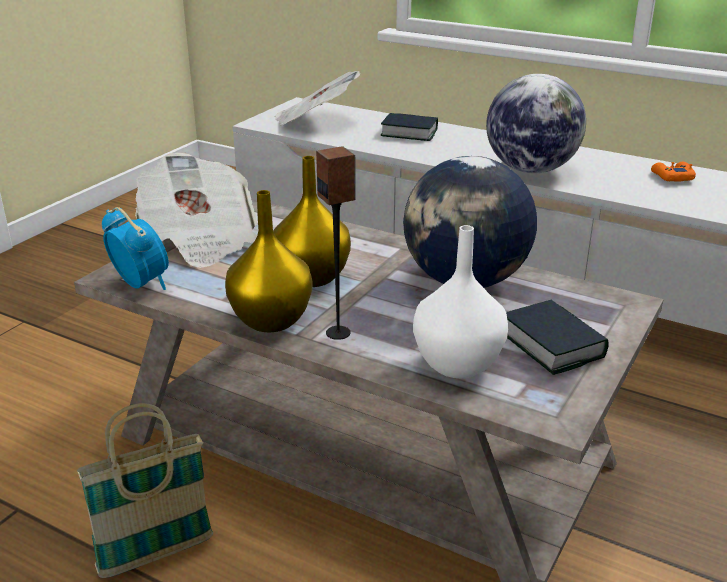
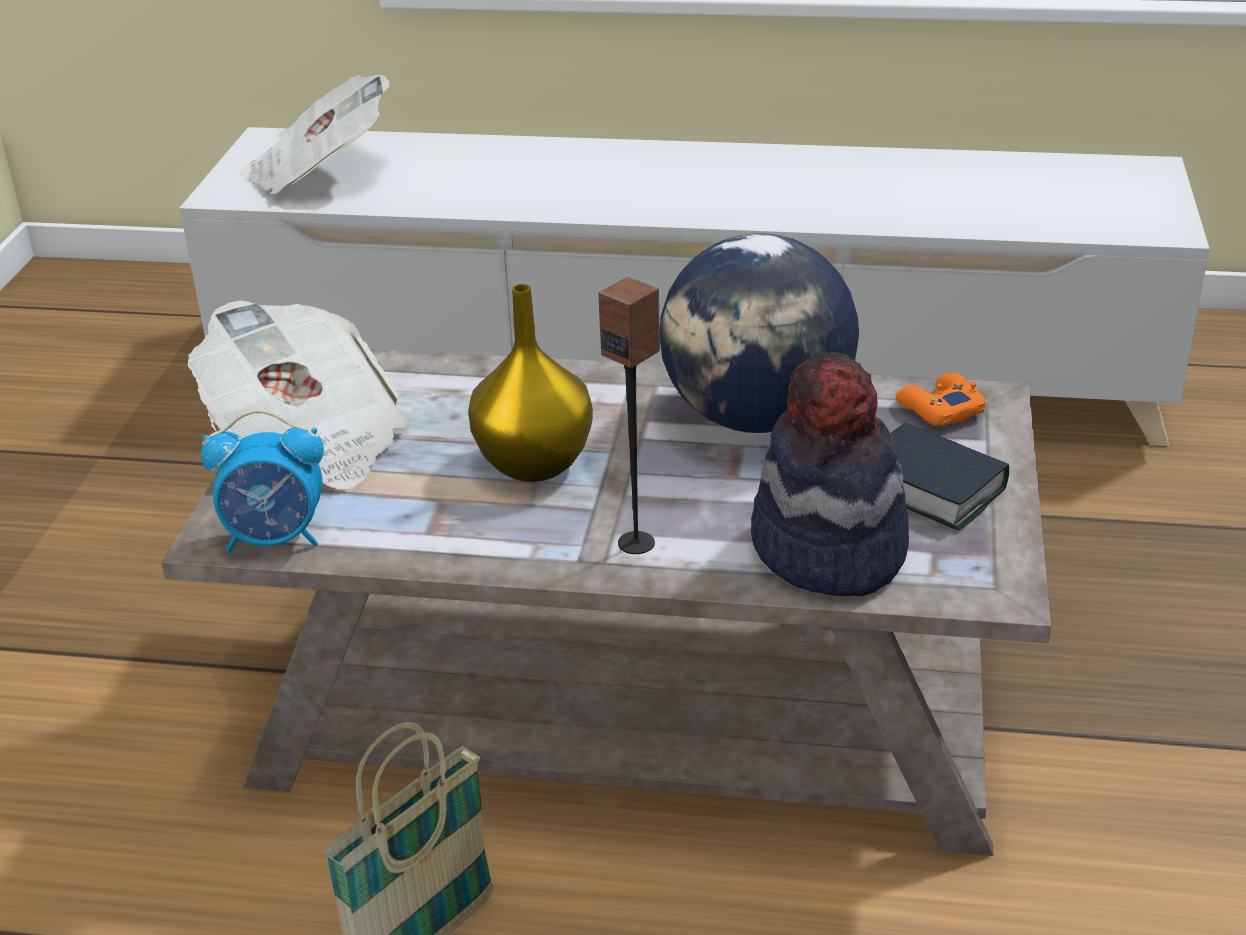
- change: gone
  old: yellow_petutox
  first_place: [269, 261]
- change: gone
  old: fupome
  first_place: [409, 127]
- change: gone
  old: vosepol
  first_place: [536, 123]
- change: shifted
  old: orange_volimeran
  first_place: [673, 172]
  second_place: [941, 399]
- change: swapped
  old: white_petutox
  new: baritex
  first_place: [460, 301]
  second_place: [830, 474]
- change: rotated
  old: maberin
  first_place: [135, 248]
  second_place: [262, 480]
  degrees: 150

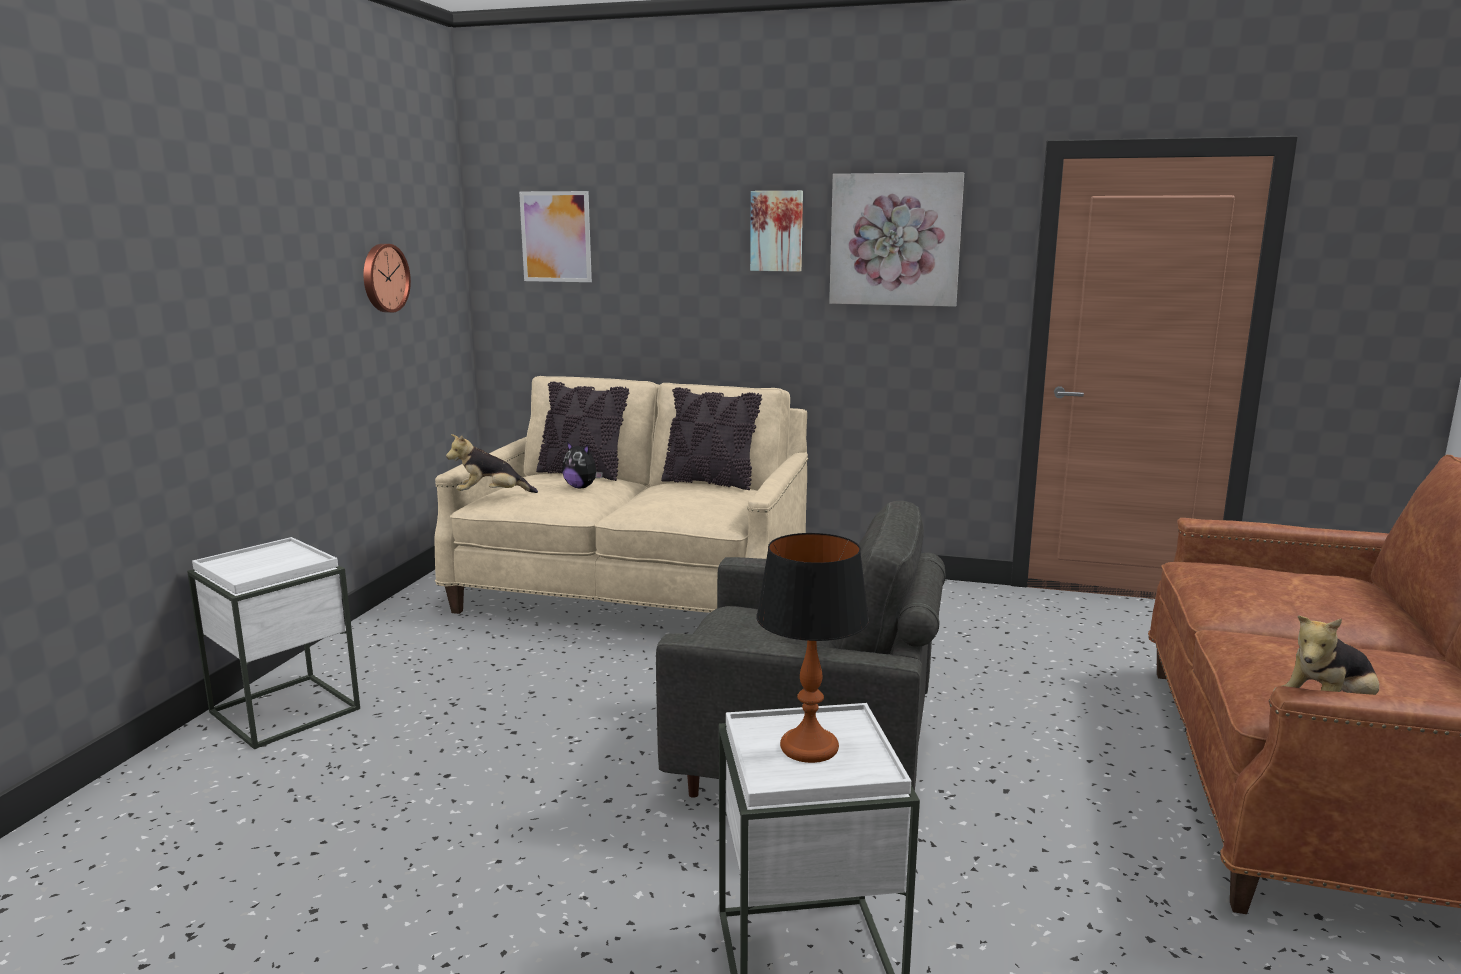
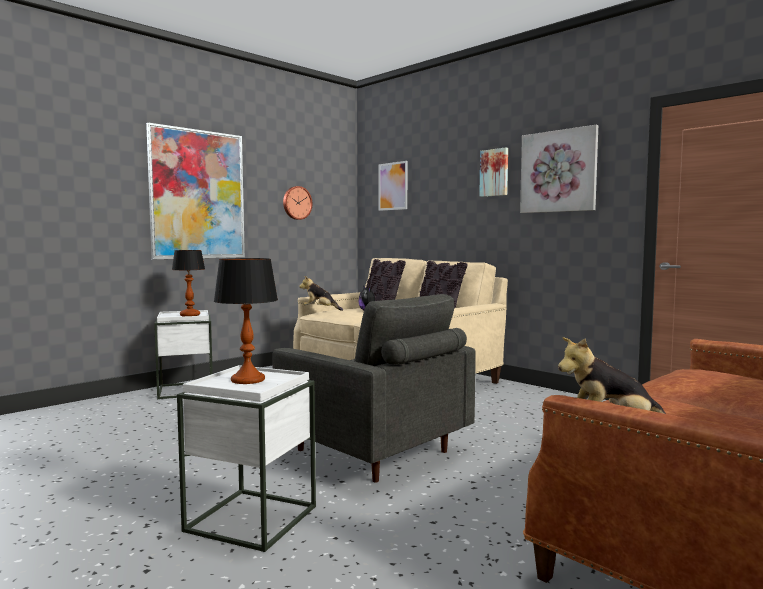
- change: new
  new: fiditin
  second_place: [195, 191]
- change: new
  new: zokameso
  second_place: [188, 283]

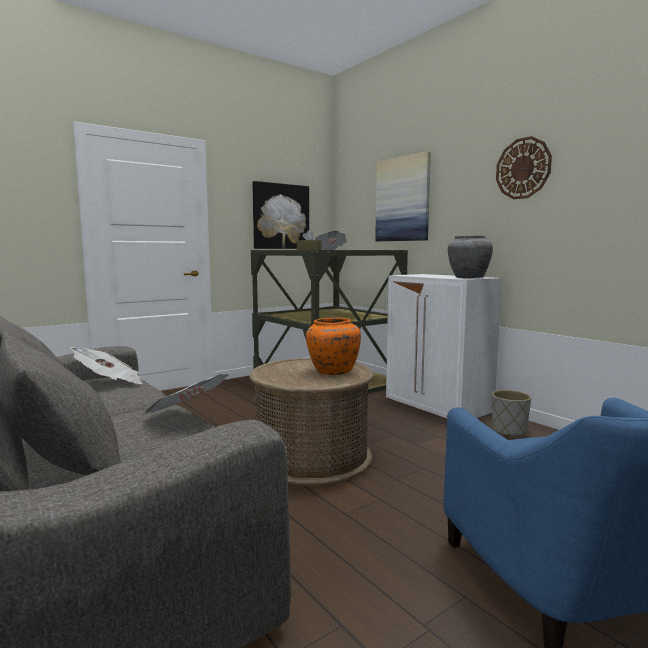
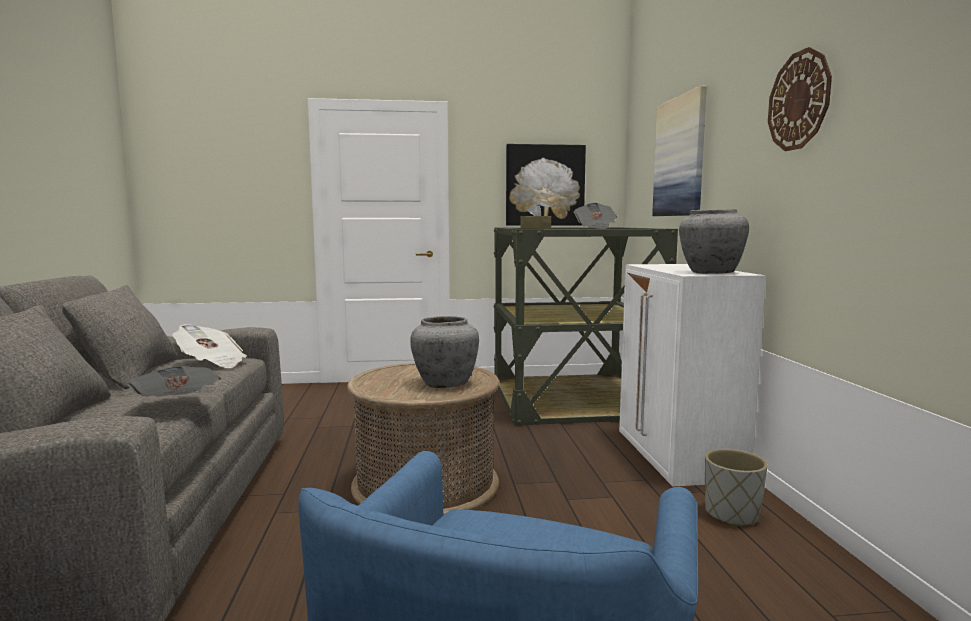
- change: repainted
  old: orange_petutox
  new: grey_petutox
  first_place: [333, 346]
  second_place: [444, 352]

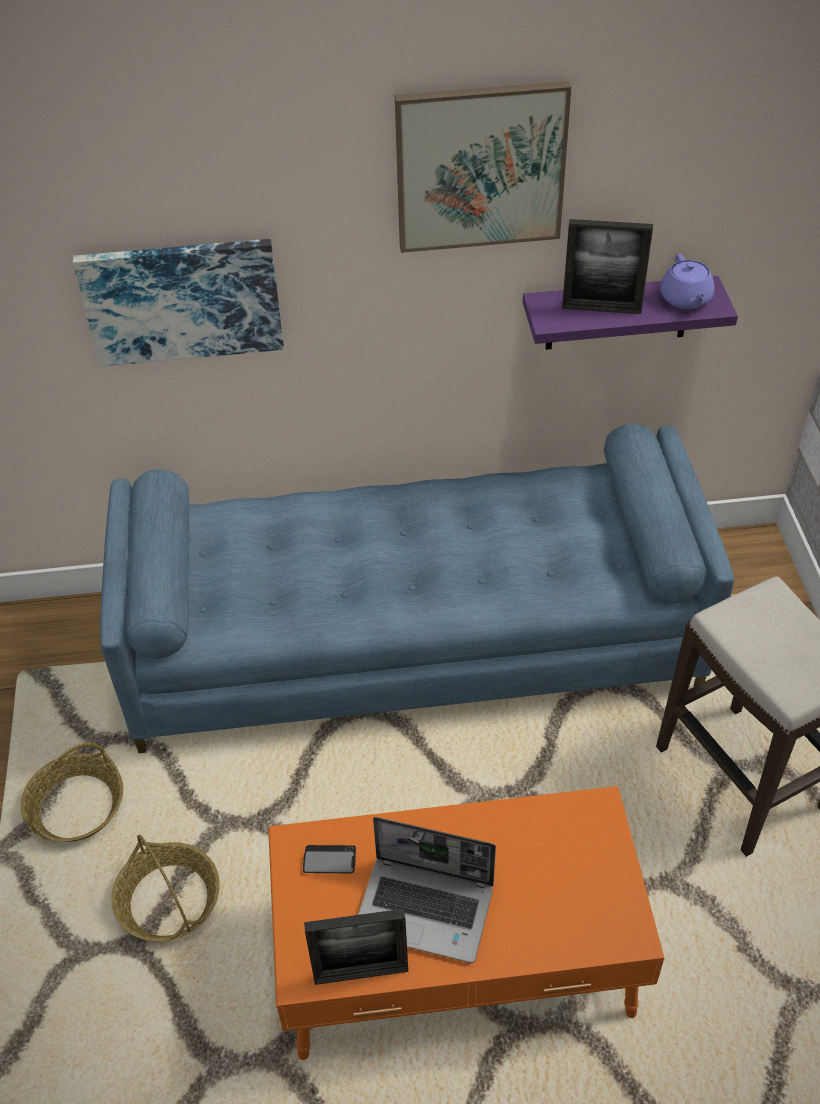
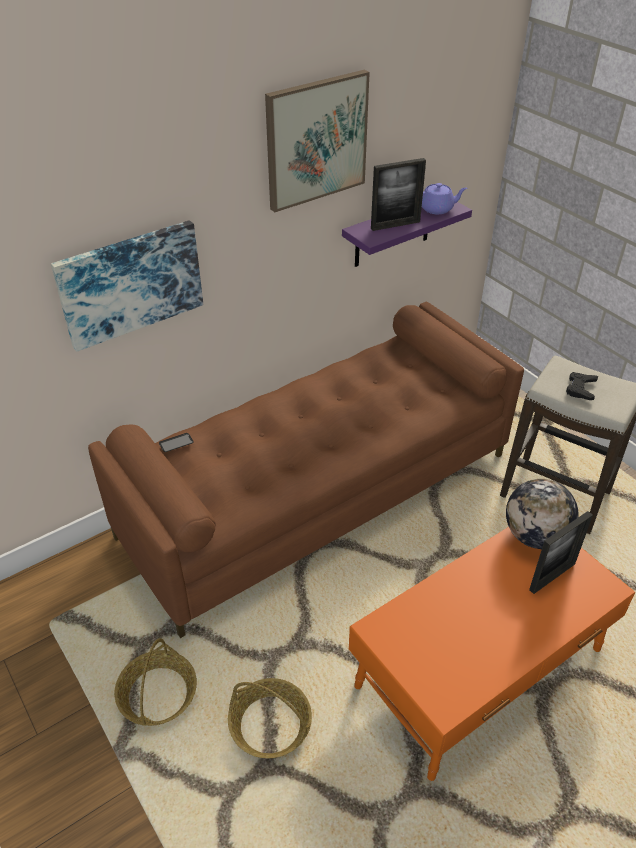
- change: gone
  old: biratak
  first_place: [427, 890]
- change: new
  new: vosepol
  second_place: [542, 514]
- change: new
  new: black_volimeran
  second_place: [582, 386]
- change: shifted
  old: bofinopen
  first_place: [329, 859]
  second_place: [176, 442]
- change: shifted
  old: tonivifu
  first_place: [356, 947]
  second_place: [561, 552]
- change: repainted
  old: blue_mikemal
  new: brown_mikemal
  first_place: [417, 588]
  second_place: [306, 469]
- change: rotated
  old: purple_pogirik
  first_place: [687, 281]
  second_place: [444, 198]
  degrees: -60

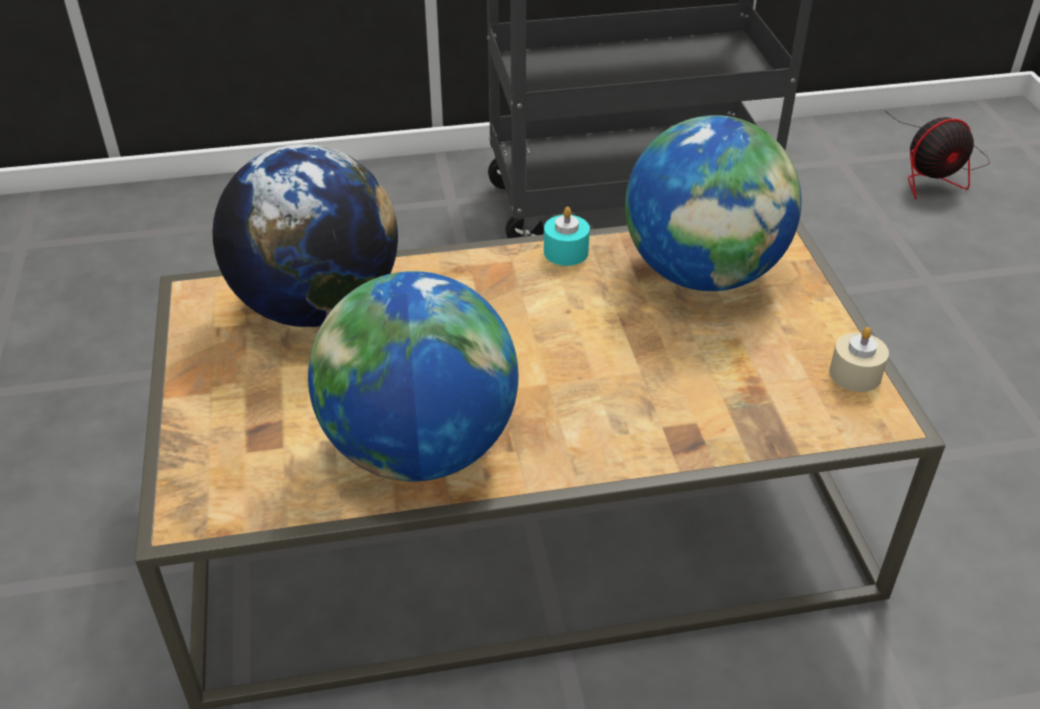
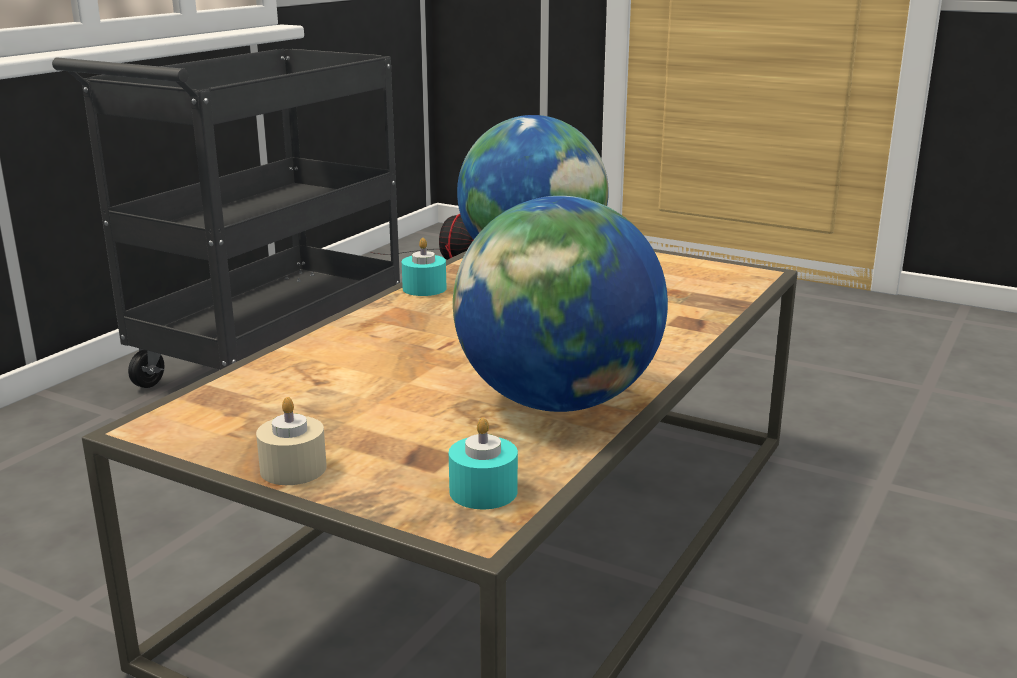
- change: gone
  old: vosepol
  first_place: [305, 235]
- change: new
  new: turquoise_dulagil
  second_place: [483, 463]
- change: shifted
  old: beige_dulagil
  first_place: [859, 359]
  second_place: [291, 441]

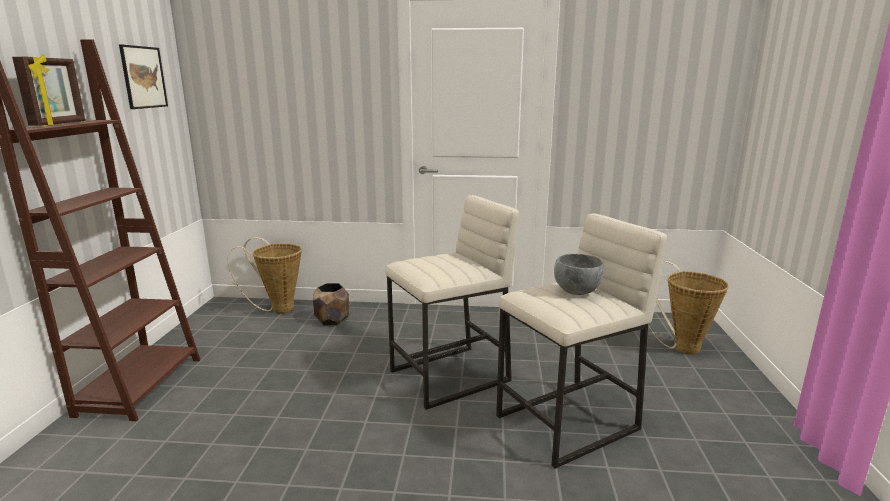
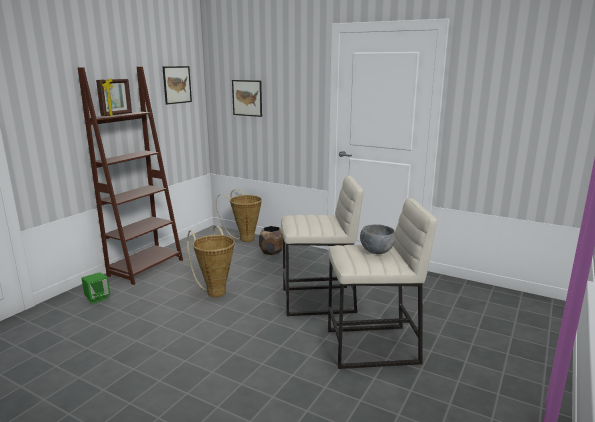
- change: new
  new: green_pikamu
  second_place: [95, 288]
- change: new
  new: fiditin
  second_place: [247, 98]
- change: shifted
  old: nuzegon
  first_place: [688, 308]
  second_place: [211, 261]

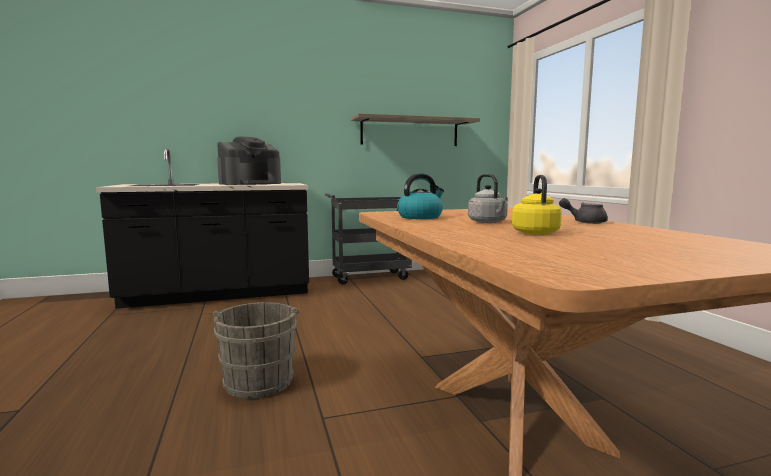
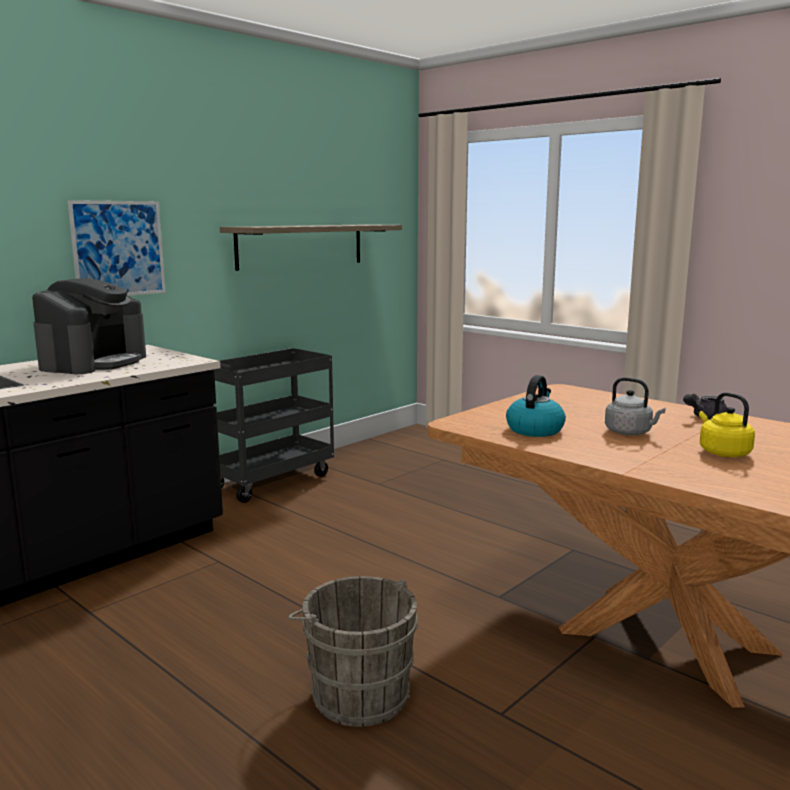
- change: new
  new: fiditin
  second_place: [117, 248]

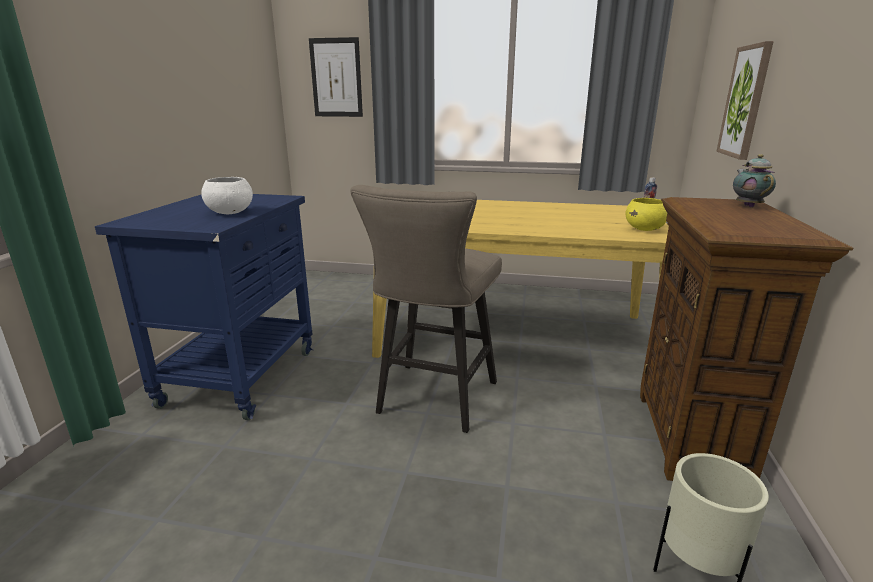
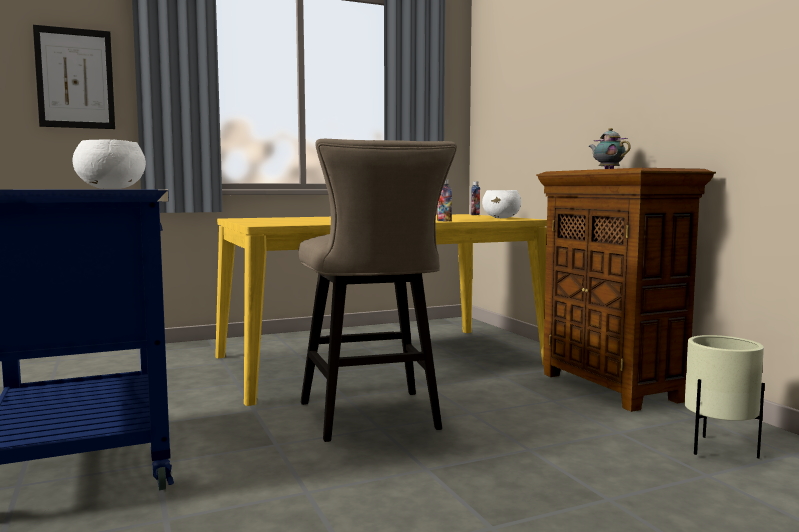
- change: gone
  old: fiditin
  first_place: [745, 100]
- change: new
  new: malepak
  second_place: [444, 201]
- change: repainted
  old: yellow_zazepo
  new: white_zazepo
  first_place: [646, 214]
  second_place: [501, 204]

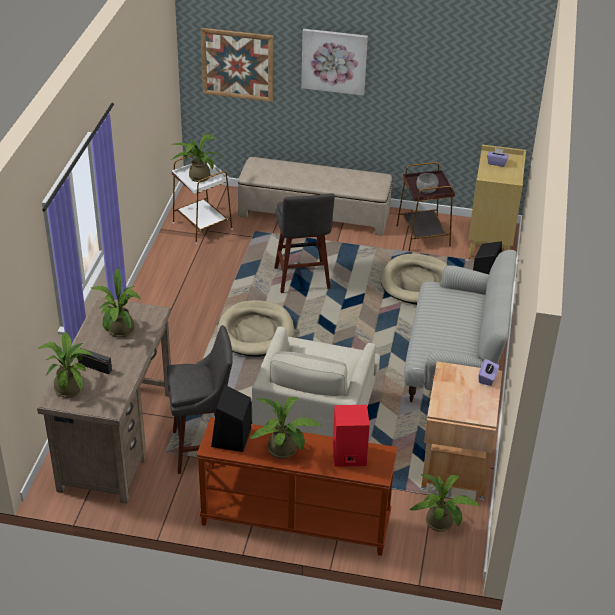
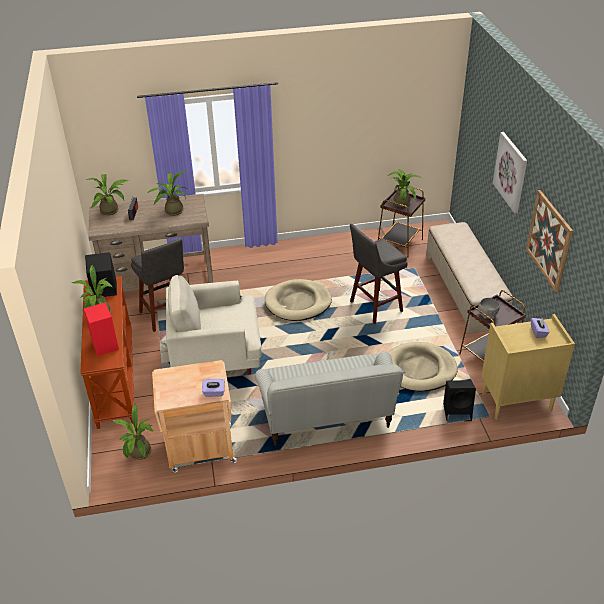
- change: shifted
  old: fiditin
  first_place: [237, 65]
  second_place: [549, 241]
- change: repainted
  old: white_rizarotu
  new: brown_rizarotu
  first_place: [202, 199]
  second_place: [401, 220]

